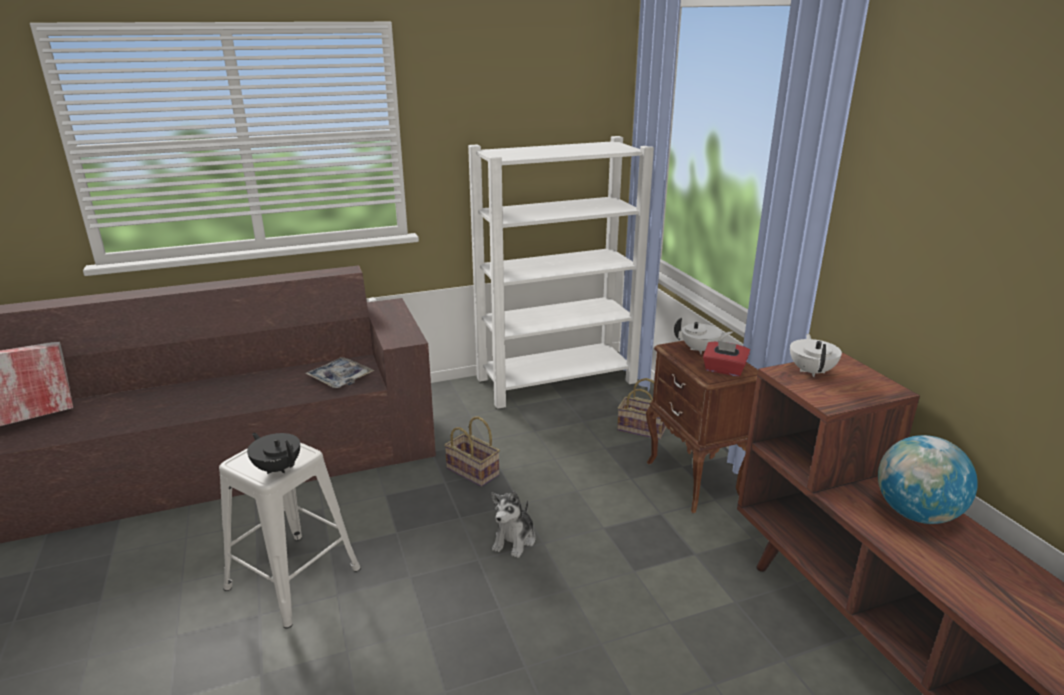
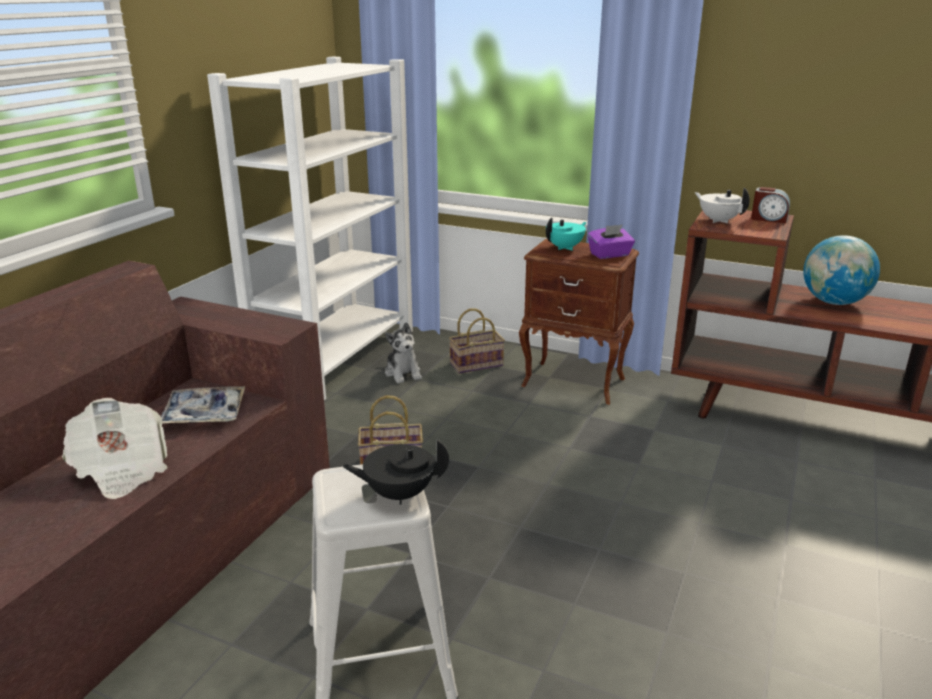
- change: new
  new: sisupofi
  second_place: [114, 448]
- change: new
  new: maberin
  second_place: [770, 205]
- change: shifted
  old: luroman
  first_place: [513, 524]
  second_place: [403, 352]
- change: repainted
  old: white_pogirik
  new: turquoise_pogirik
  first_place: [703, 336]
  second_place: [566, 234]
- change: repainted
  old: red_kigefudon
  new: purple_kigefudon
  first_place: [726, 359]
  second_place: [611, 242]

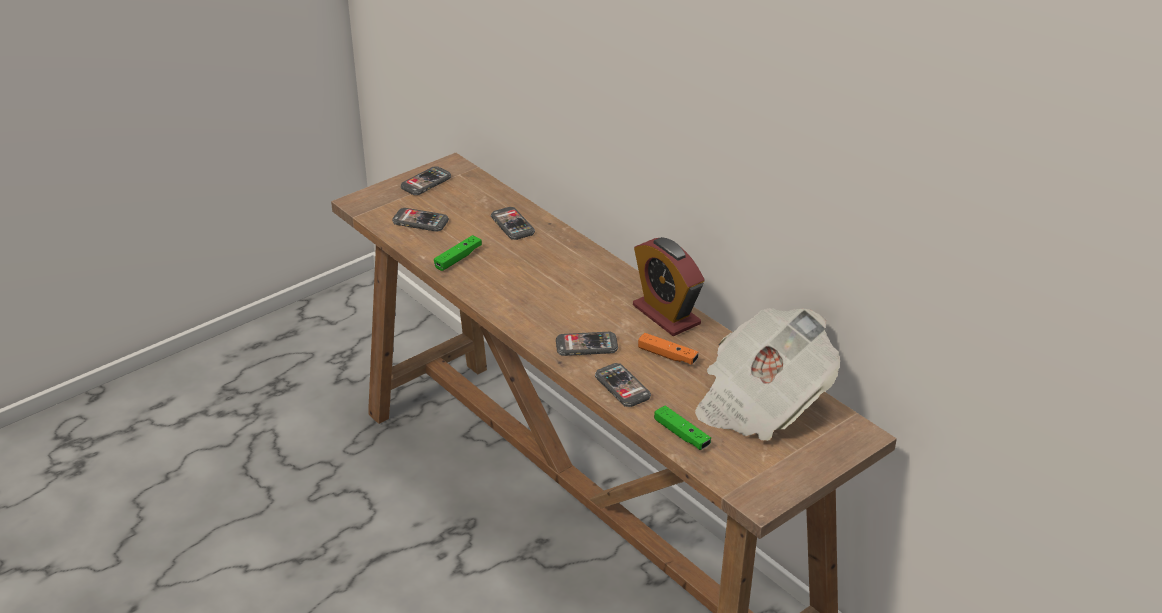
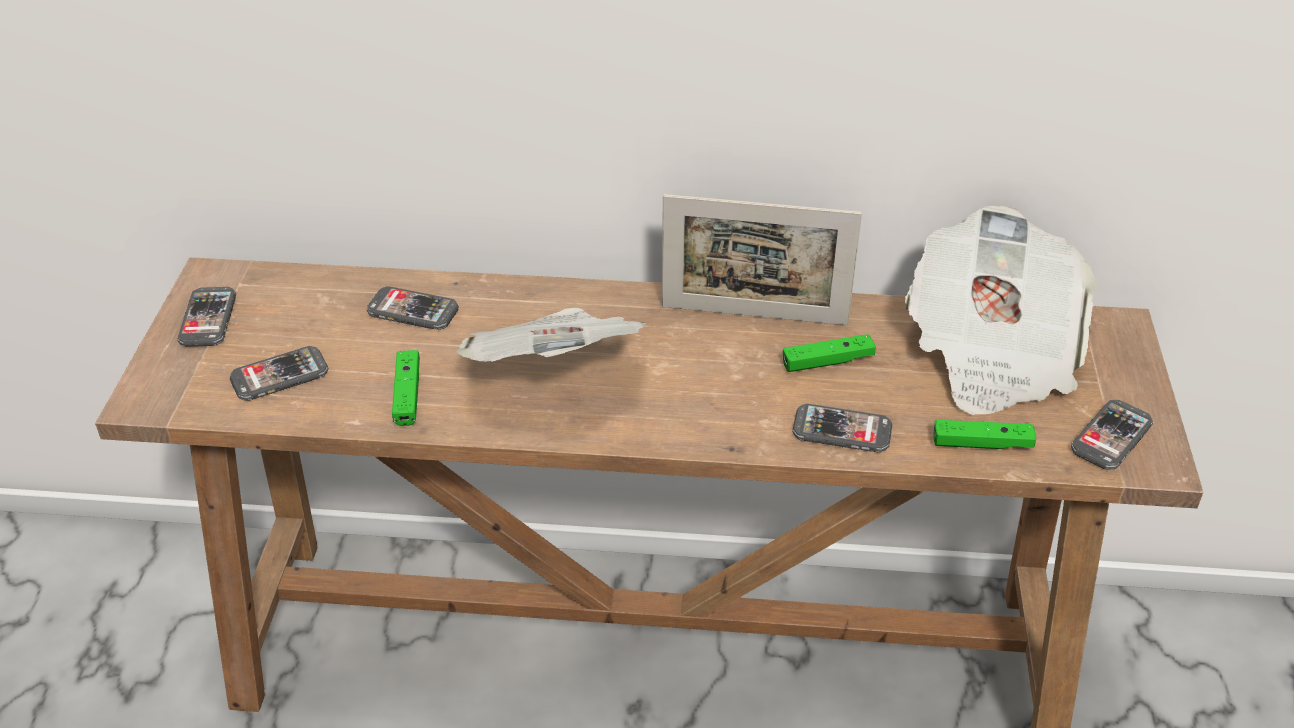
- change: new
  new: sisupofi
  second_place: [551, 335]
- change: shifted
  old: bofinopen
  first_place: [587, 344]
  second_place: [1112, 435]
- change: swapped
  old: maberin
  new: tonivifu
  first_place: [669, 286]
  second_place: [762, 259]
- change: repainted
  old: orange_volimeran
  new: green_volimeran
  first_place: [668, 349]
  second_place: [829, 353]

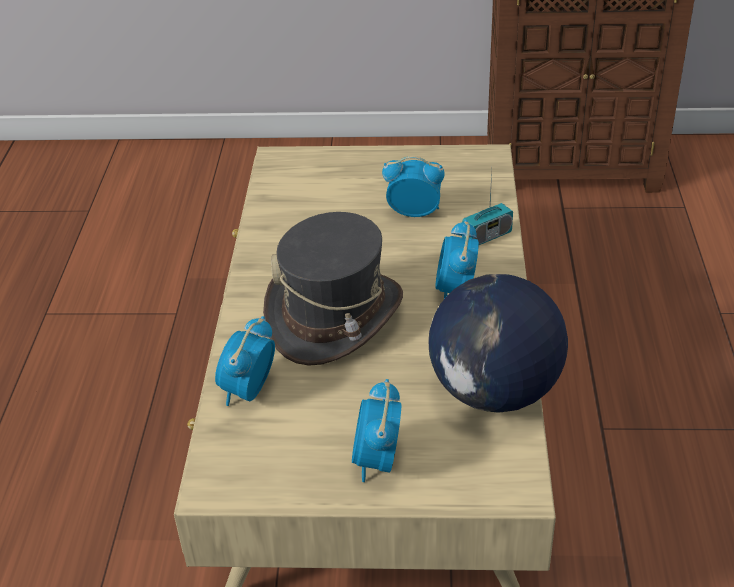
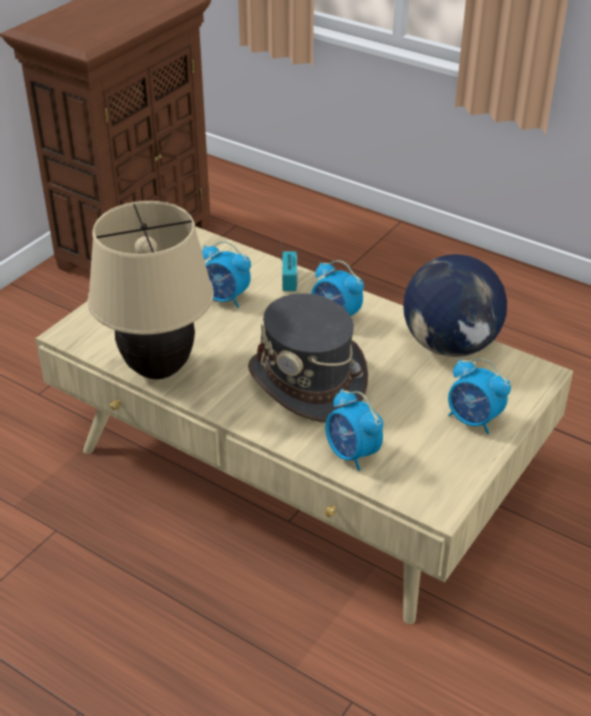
- change: new
  new: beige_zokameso
  second_place: [151, 290]
- change: rotated
  old: maberin
  first_place: [413, 186]
  second_place: [226, 274]
  degrees: -105

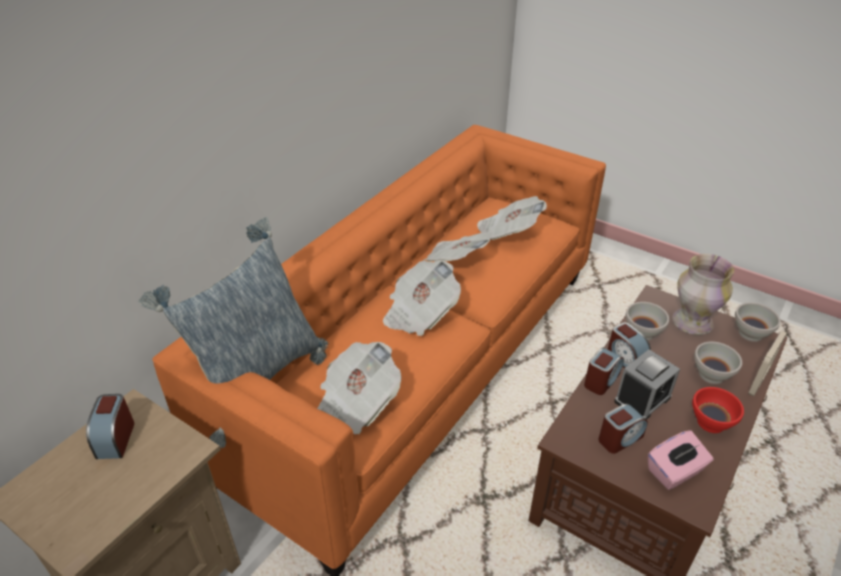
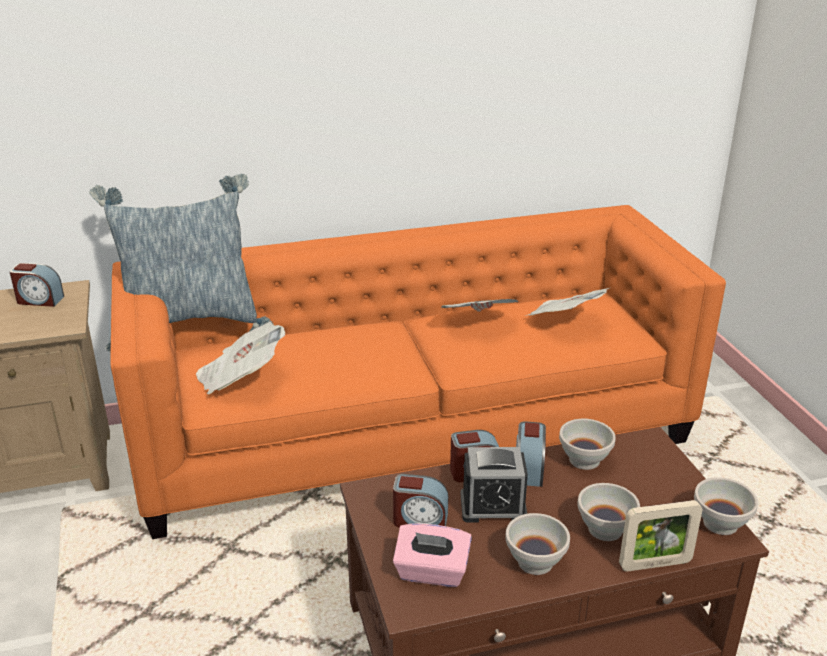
- change: gone
  old: sisupofi
  first_place: [422, 298]
- change: gone
  old: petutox
  first_place: [703, 294]
- change: repainted
  old: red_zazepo
  new: white_zazepo
  first_place: [718, 410]
  second_place: [537, 544]
- change: rotated
  old: maberin
  first_place: [110, 426]
  second_place: [36, 285]
  degrees: -120

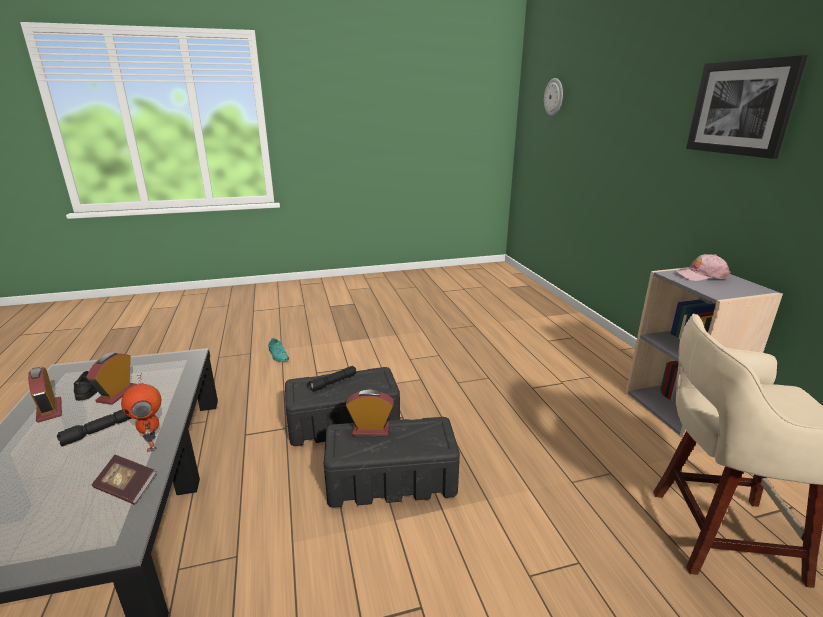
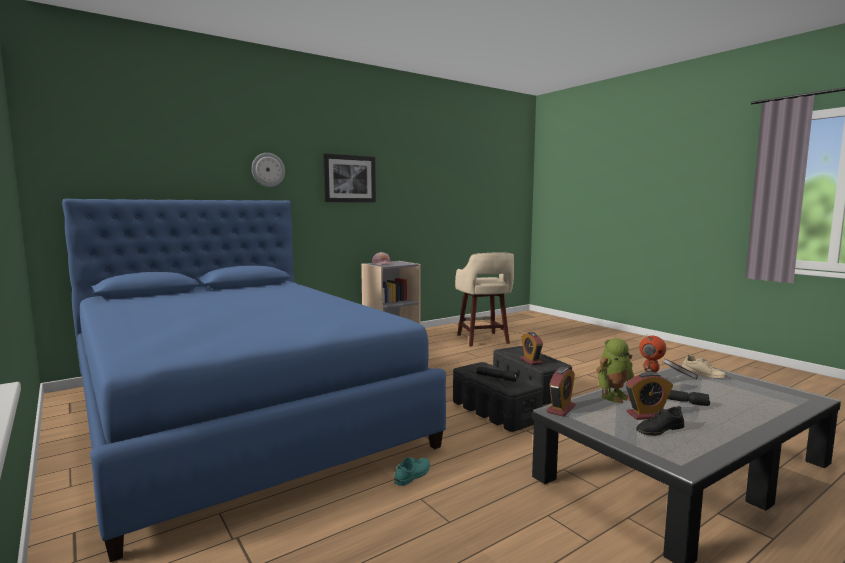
- change: new
  new: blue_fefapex
  second_place: [254, 380]
- change: new
  new: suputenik
  second_place: [615, 371]
- change: new
  new: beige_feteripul
  second_place: [704, 366]
- change: shifted
  old: maberin
  first_place: [45, 394]
  second_place: [561, 392]
- change: shifted
  old: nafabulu
  first_place: [553, 97]
  second_place: [268, 170]

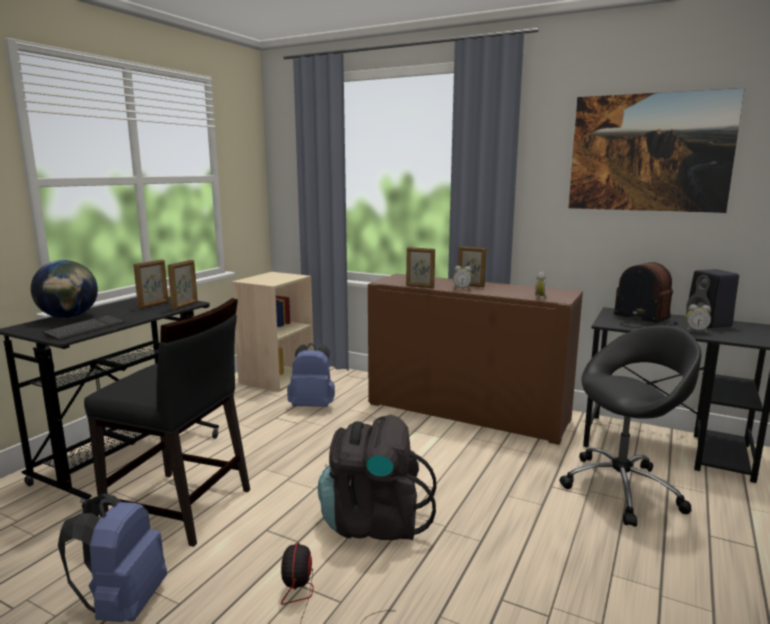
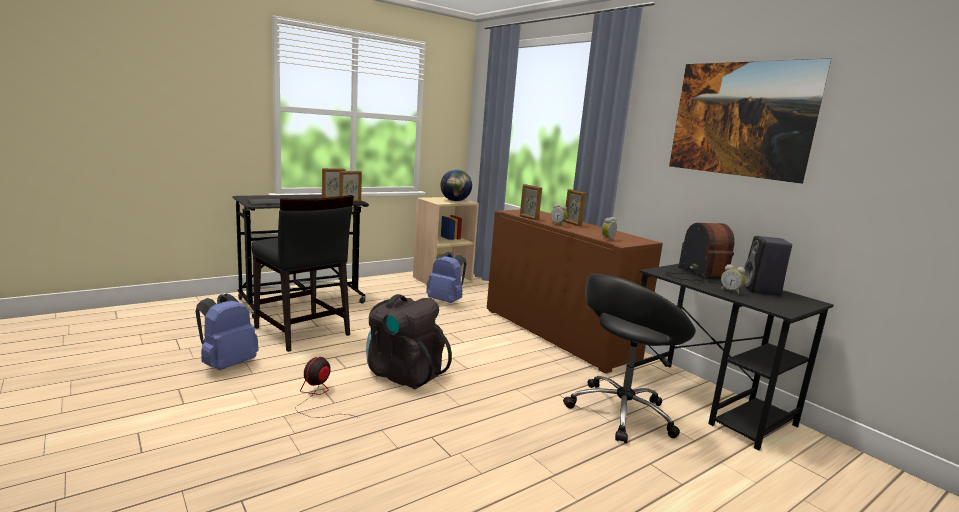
- change: shifted
  old: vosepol
  first_place: [64, 289]
  second_place: [456, 185]
- change: rotated
  old: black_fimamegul
  first_place: [630, 426]
  second_place: [629, 358]
  degrees: 120

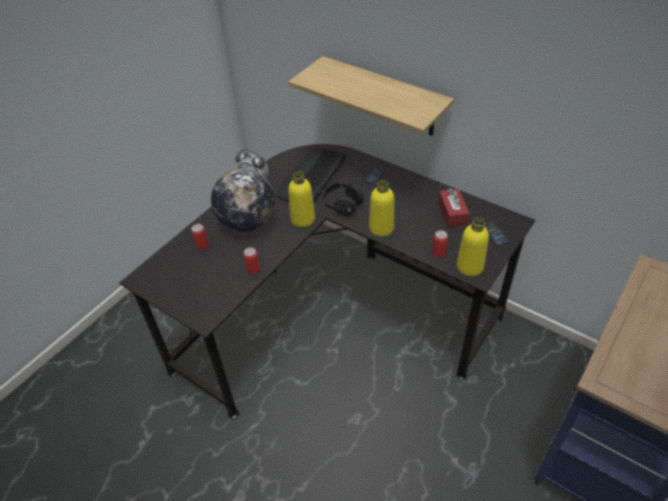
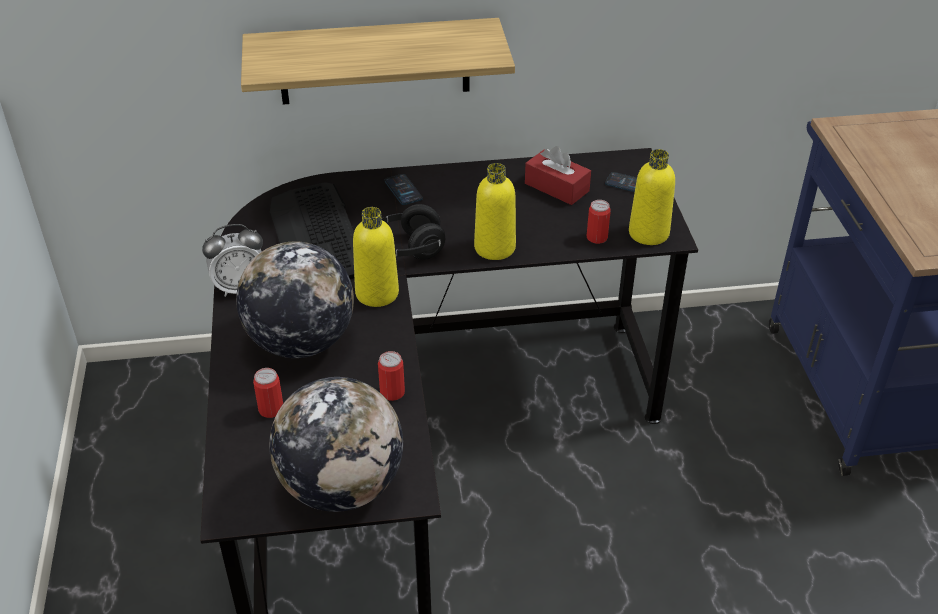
- change: new
  new: vosepol
  second_place: [336, 444]

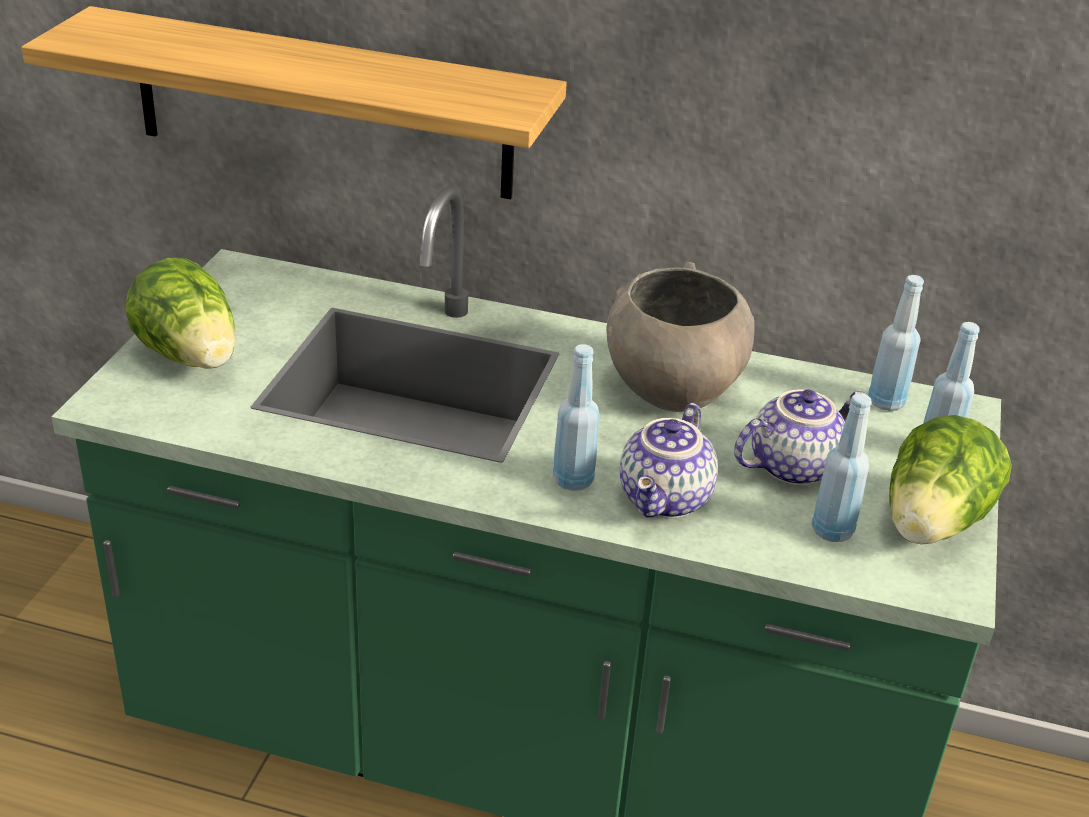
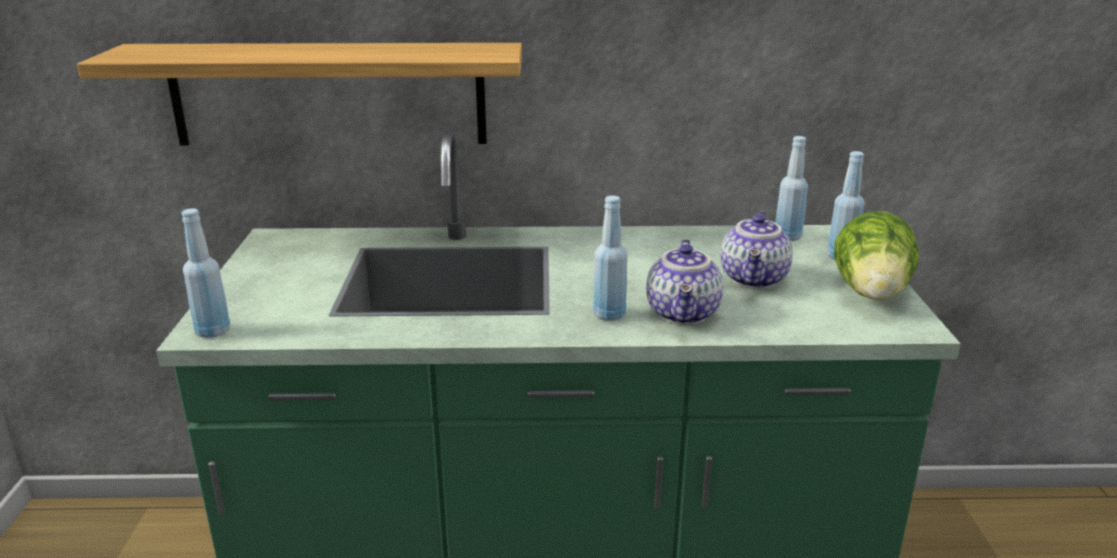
- change: gone
  old: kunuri
  first_place: [180, 313]
- change: gone
  old: grey_zazepo
  first_place: [680, 336]
- change: shifted
  old: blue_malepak
  first_place: [842, 467]
  second_place: [206, 273]
- change: rotated
  old: pogirik
  first_place: [801, 437]
  second_place: [757, 250]
  degrees: 150

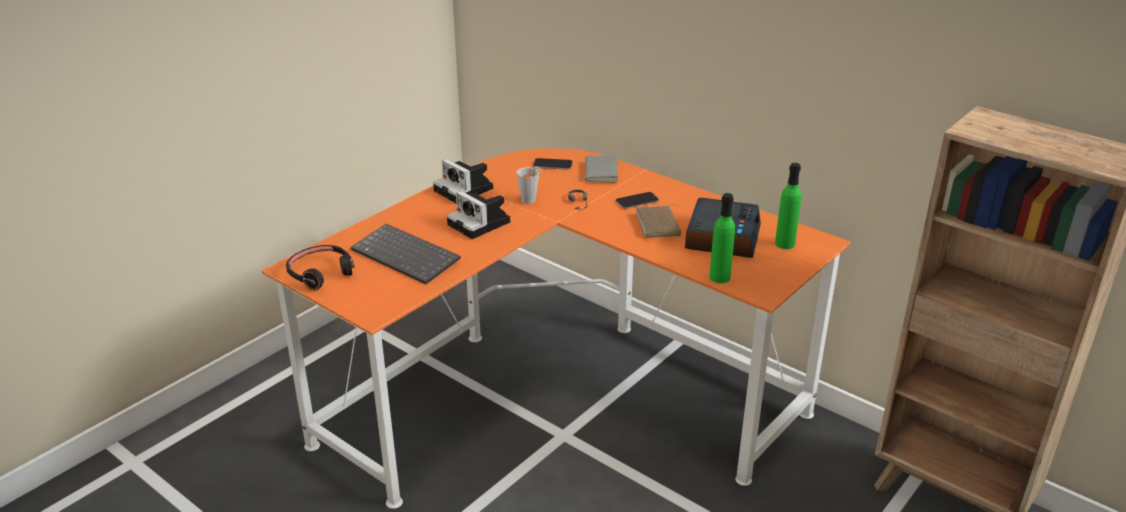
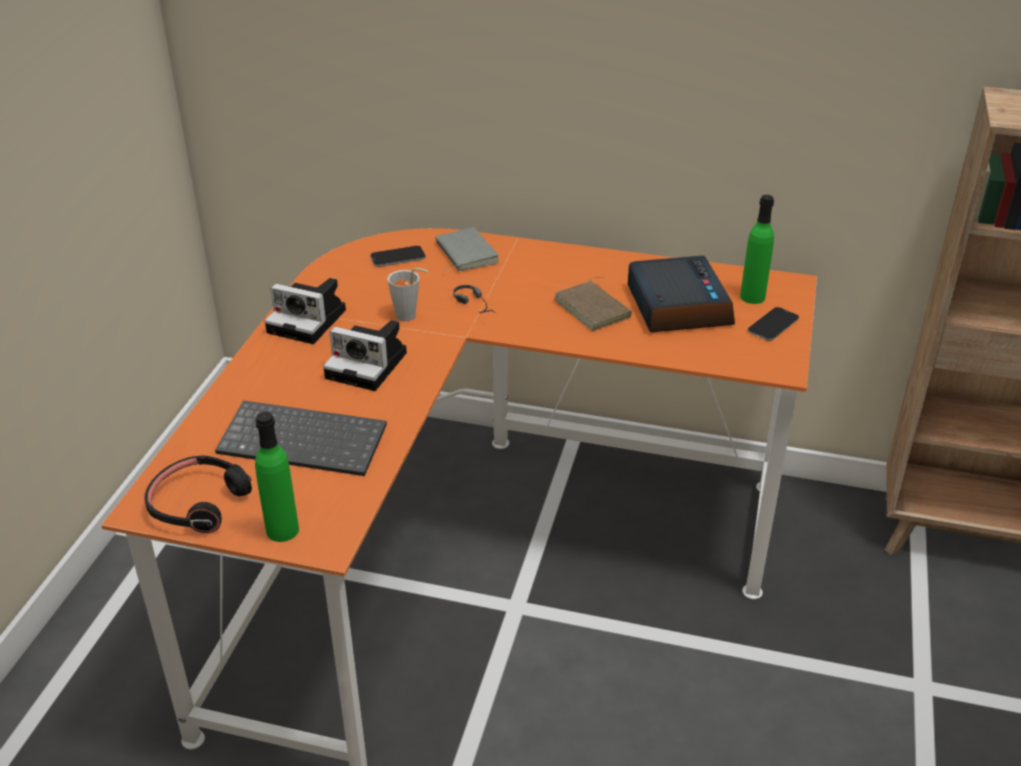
- change: shifted
  old: bofinopen
  first_place: [637, 200]
  second_place: [773, 324]
- change: shifted
  old: green_malepak
  first_place: [722, 238]
  second_place: [277, 477]

